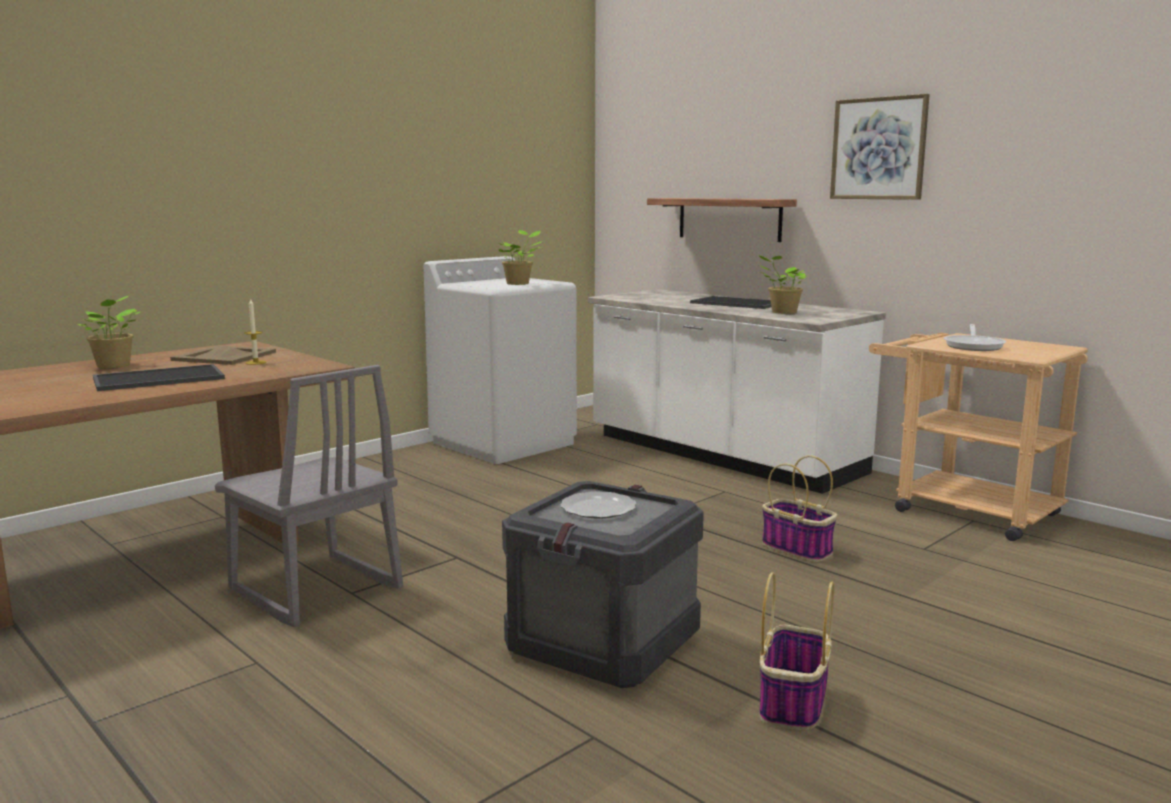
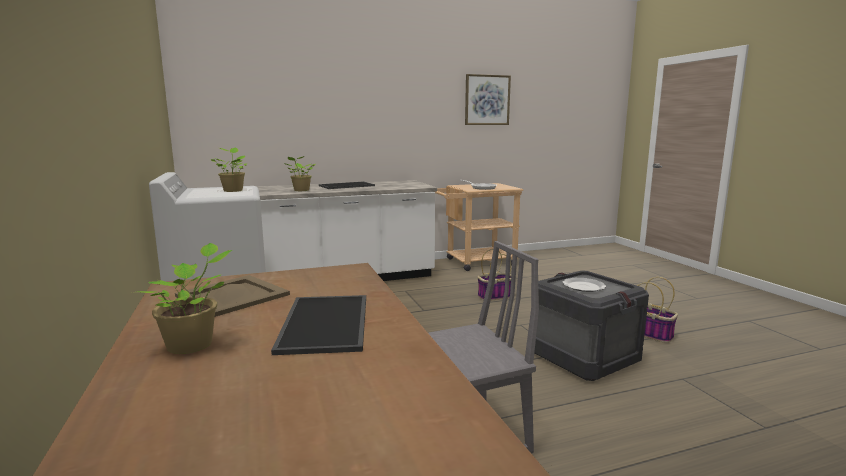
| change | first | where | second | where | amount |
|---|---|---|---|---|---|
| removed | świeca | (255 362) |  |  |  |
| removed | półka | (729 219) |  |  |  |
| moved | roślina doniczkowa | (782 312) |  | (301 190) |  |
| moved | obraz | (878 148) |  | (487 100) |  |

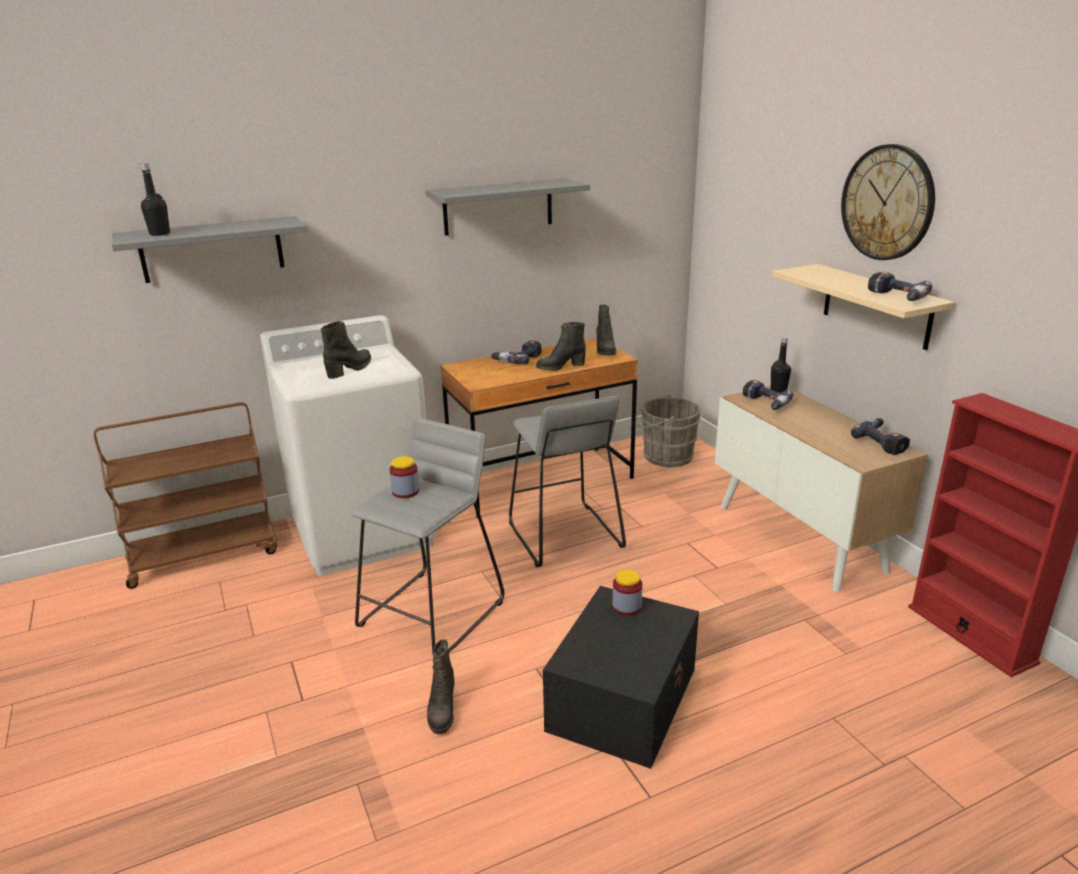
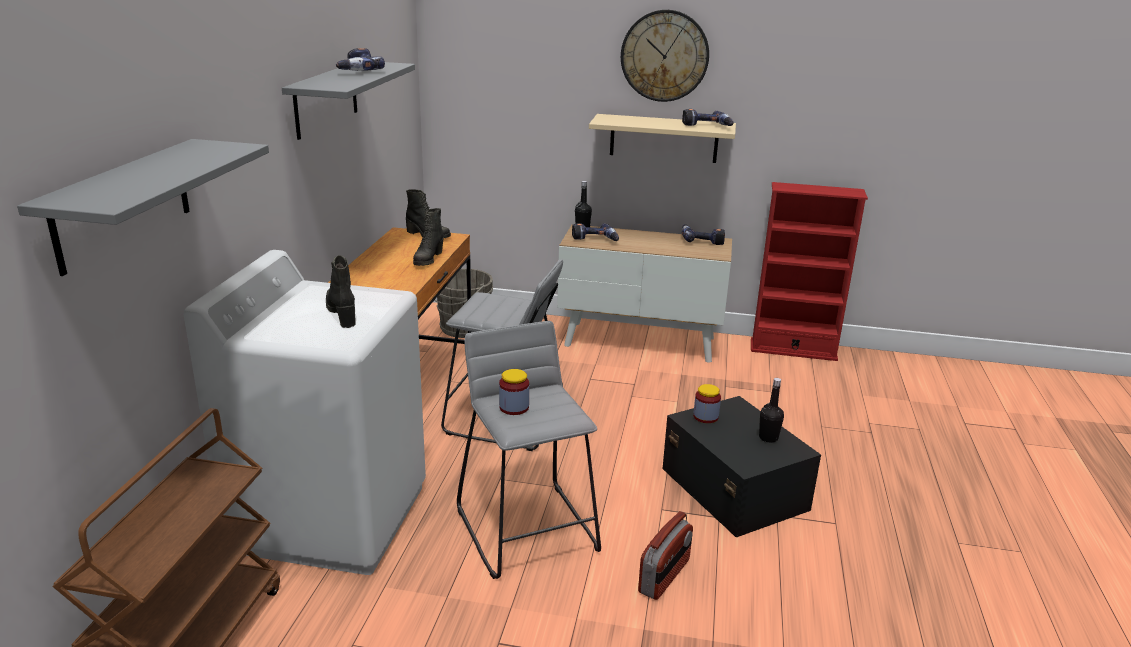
| change | first | where | second | where | amount |
|---|---|---|---|---|---|
| moved | butelka [czarny] | (160 234) |  | (768 438) |  |
| moved | wiertarka | (518 360) |  | (356 70) |  |
| replaced | but z cholewką [czarny] | (442 710) | radio | (664 576) |  |

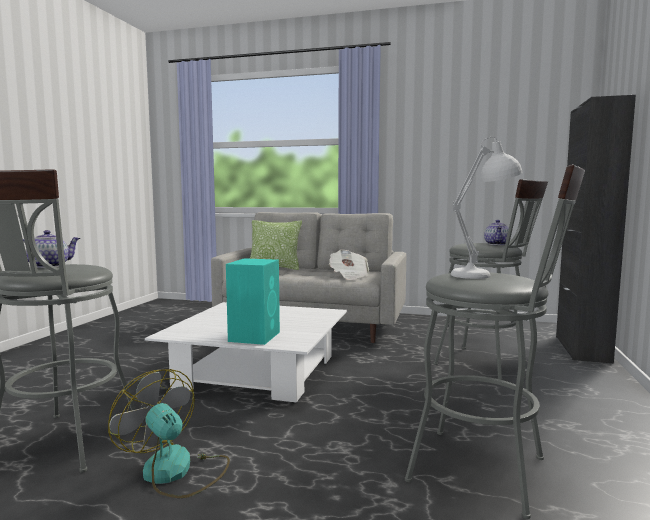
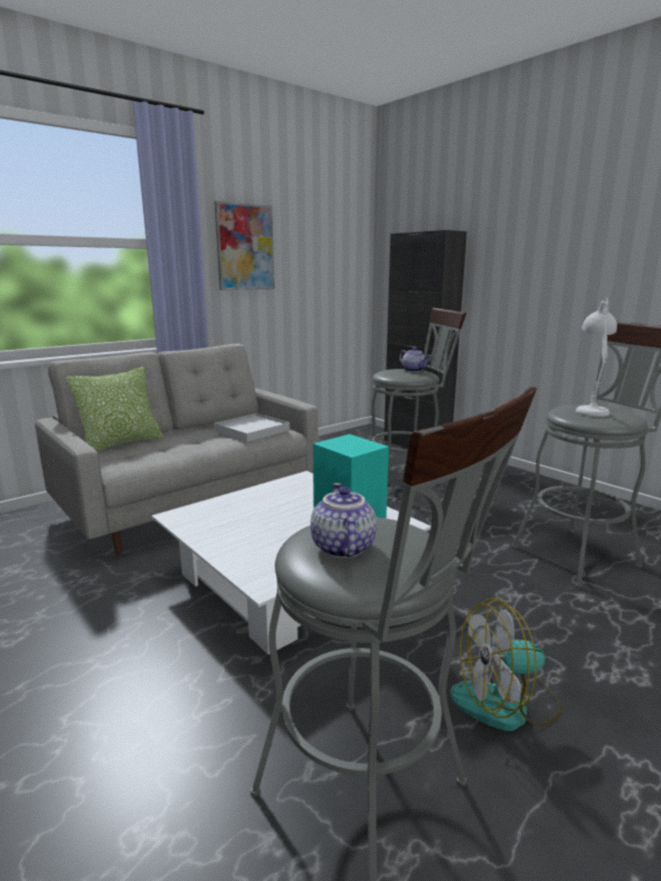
| change | first | where | second | where | amount |
|---|---|---|---|---|---|
| added |  |  | obraz | (245 247) |  |
| replaced | gazeta | (349 276) | taca [biały] | (252 430) |  |

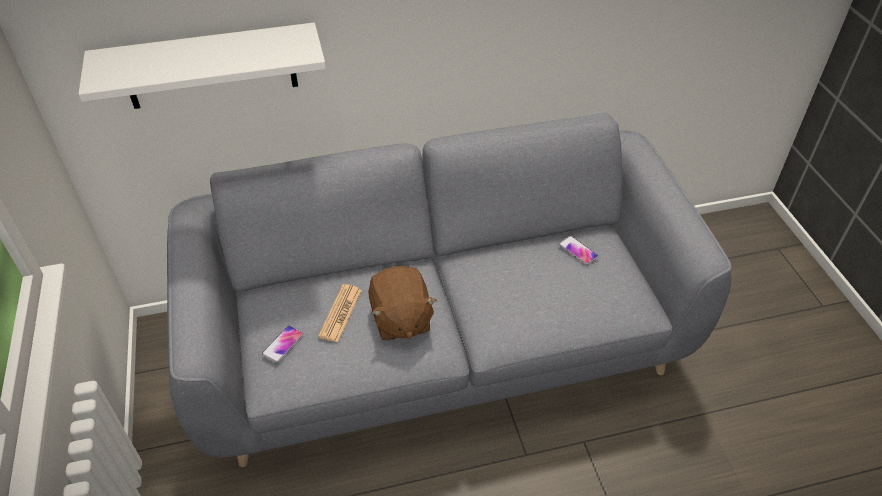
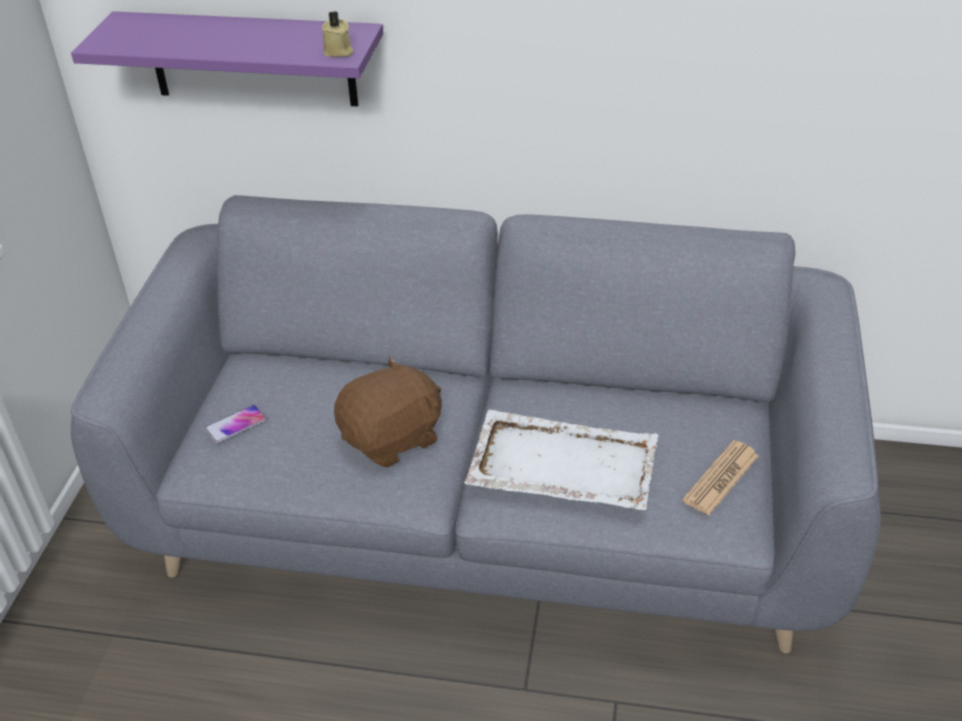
| change | first | where | second | where | amount |
|---|---|---|---|---|---|
| removed | telefon | (578 250) |  |  |  |
| added |  |  | świeca [beżowy] | (338 52) |  |
| added |  |  | taca [biały] | (561 464) |  |
| moved | gazeta | (340 313) |  | (721 478) |  |
| recoloured | półka [biały] | (210 67) | półka [fioletowy] | (252 59) |  |
| turned | pluszak [brązowy] | (400 319) |  | (393 438) | 135 degrees counterclockwise |

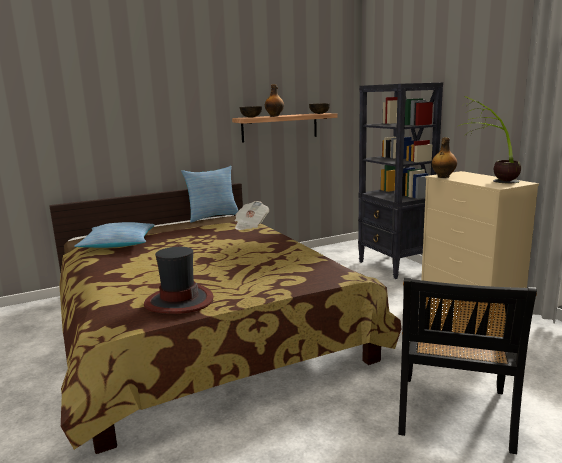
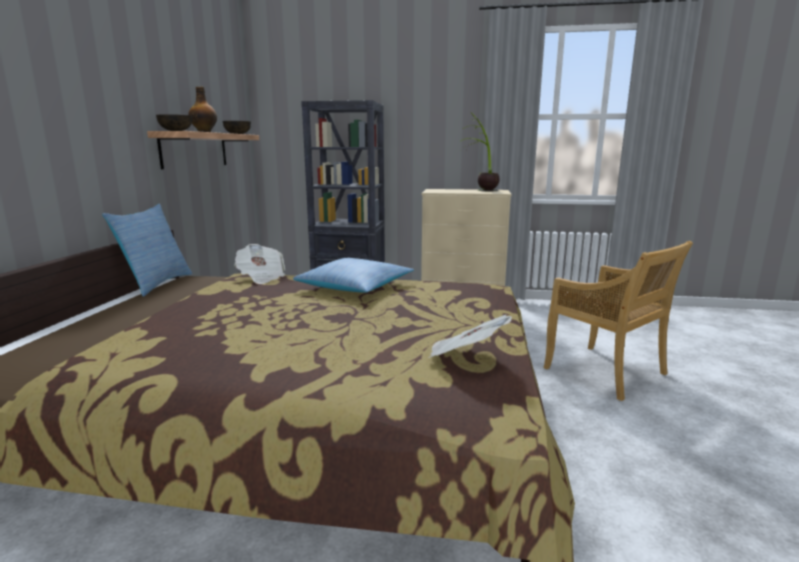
| change | first | where | second | where | amount |
|---|---|---|---|---|---|
| removed | butelka | (443 177) |  |  |  |
| moved | poduszka | (118 244) |  | (355 286) |  |
| replaced | kapelusz | (178 301) | gazeta | (465 356) |  |
| recoloured | krzesło [czarny] | (454 414) | krzesło [beżowy] | (606 372) |  |

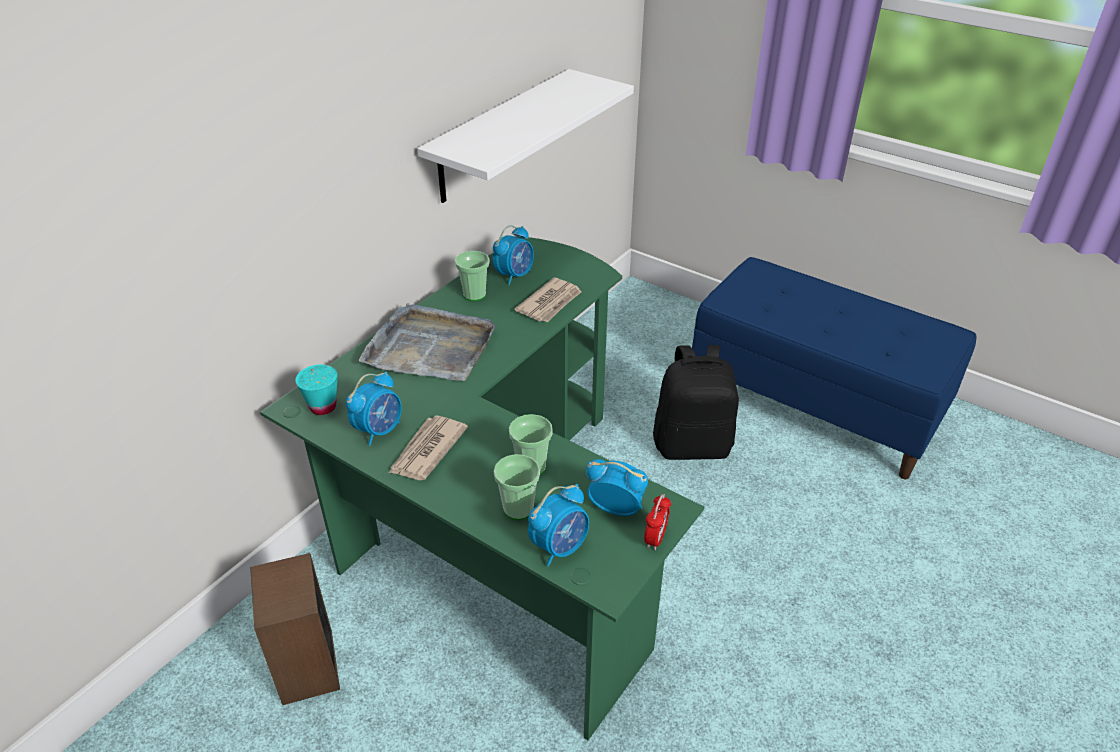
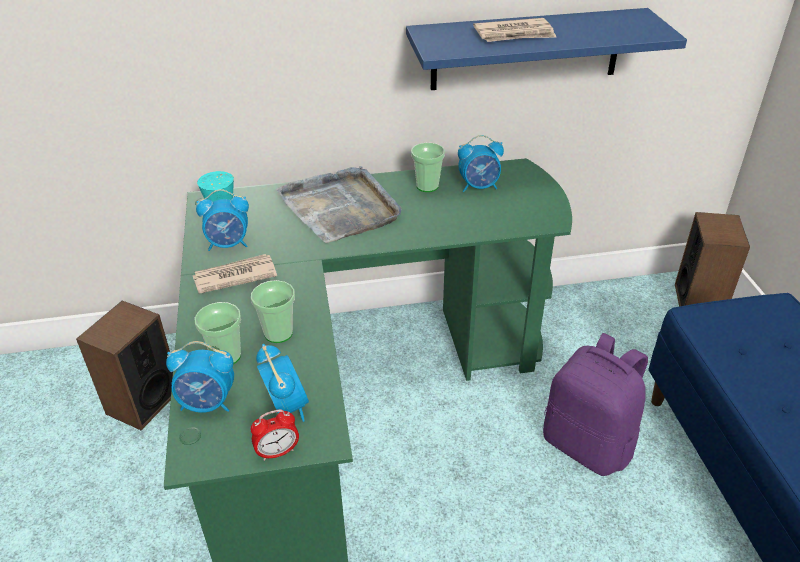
| change | first | where | second | where | amount |
|---|---|---|---|---|---|
| added |  |  | głośnik | (698 302) |  |
| moved | gazeta | (550 303) |  | (515 34) |  |
| recoloured | półka [biały] | (500 136) | półka [niebieski] | (526 49) |  |
| recoloured | plecak [czarny] | (692 444) | plecak [fioletowy] | (588 444) |  |

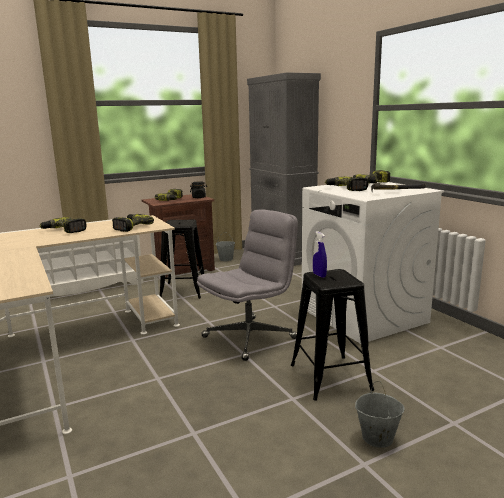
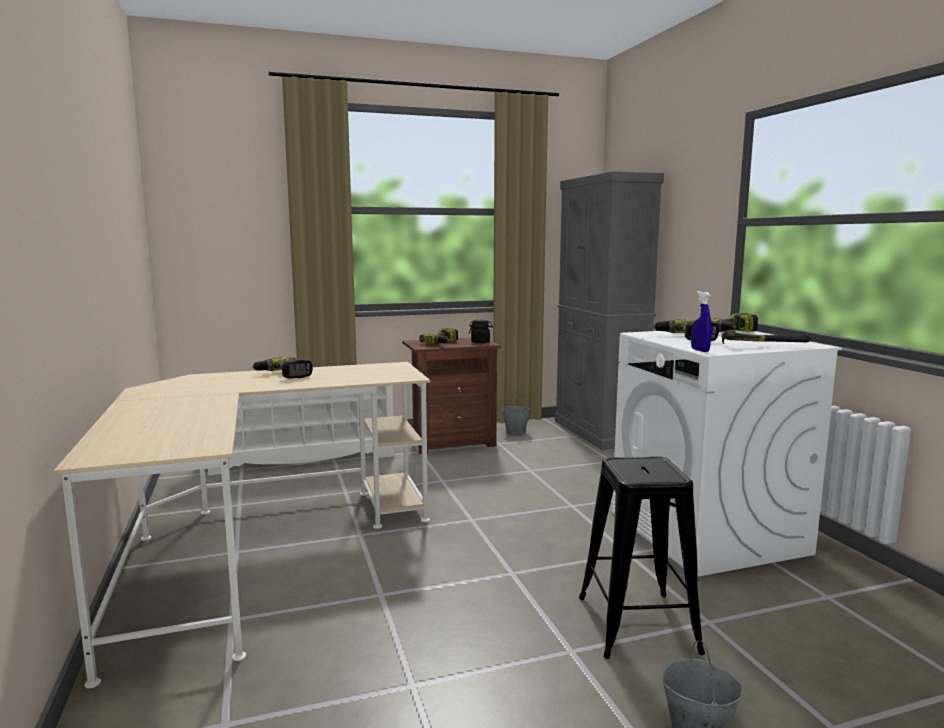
| change | first | where | second | where | amount |
|---|---|---|---|---|---|
| removed | wiertarka | (131 227) |  |  |  |
| removed | stołek [czarny] | (183 290) |  |  |  |
| removed | krzesło biurowe [szary] | (250 337) |  |  |  |
| moved | spryskiwacz [niebieski] | (319 275) |  | (700 350) |  |

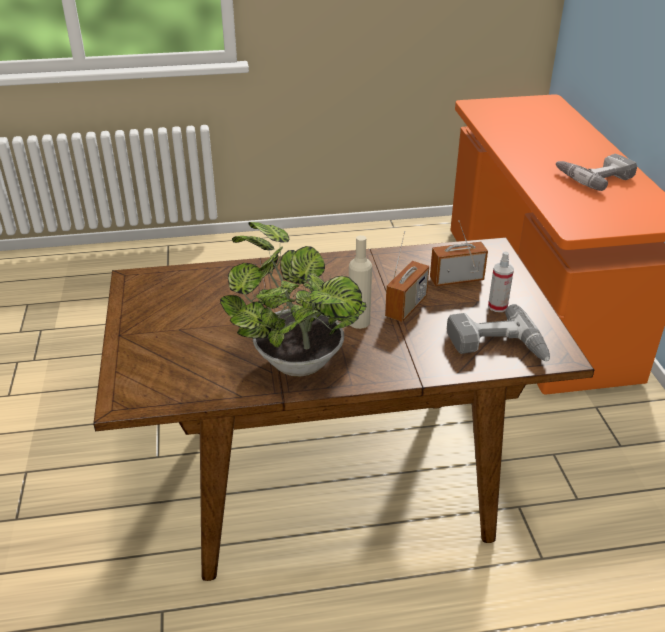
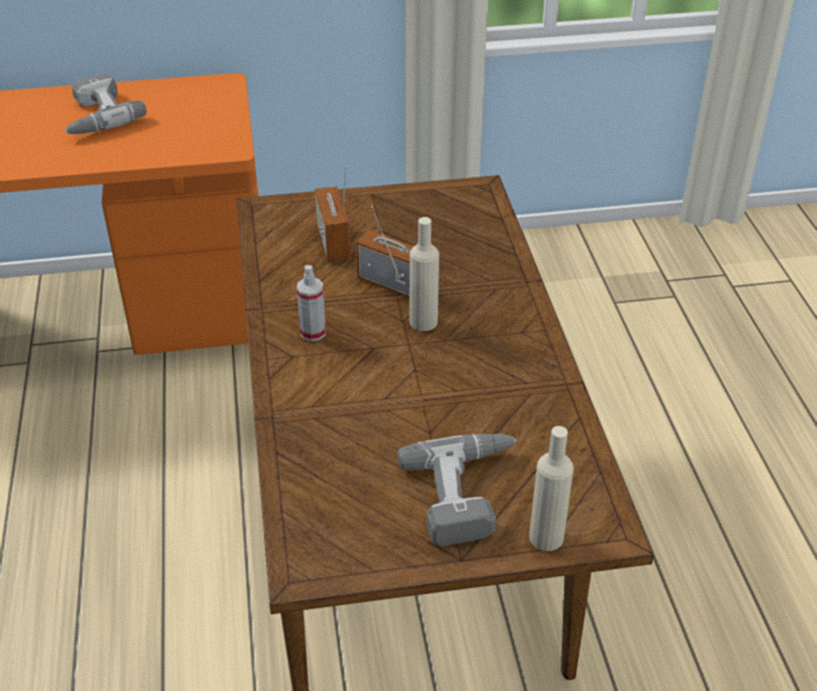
| change | first | where | second | where | amount |
|---|---|---|---|---|---|
| removed | roślina doniczkowa | (294 359) |  |  |  |
| added |  |  | butelka [beżowy] | (546 537) |  |
| moved | wiertarka | (497 347) |  | (468 493) |  |
| moved | spryskiwacz | (497 306) |  | (313 332) |  |

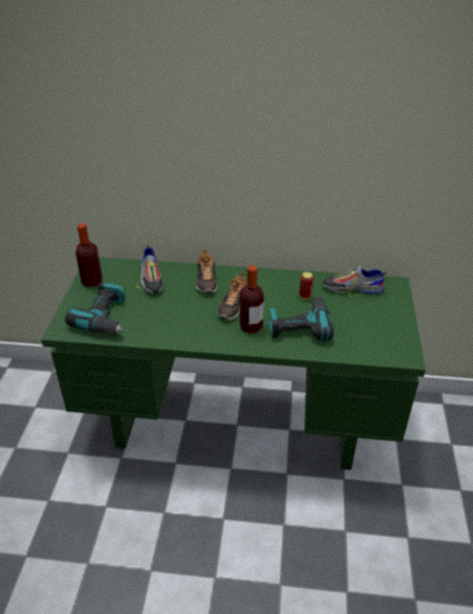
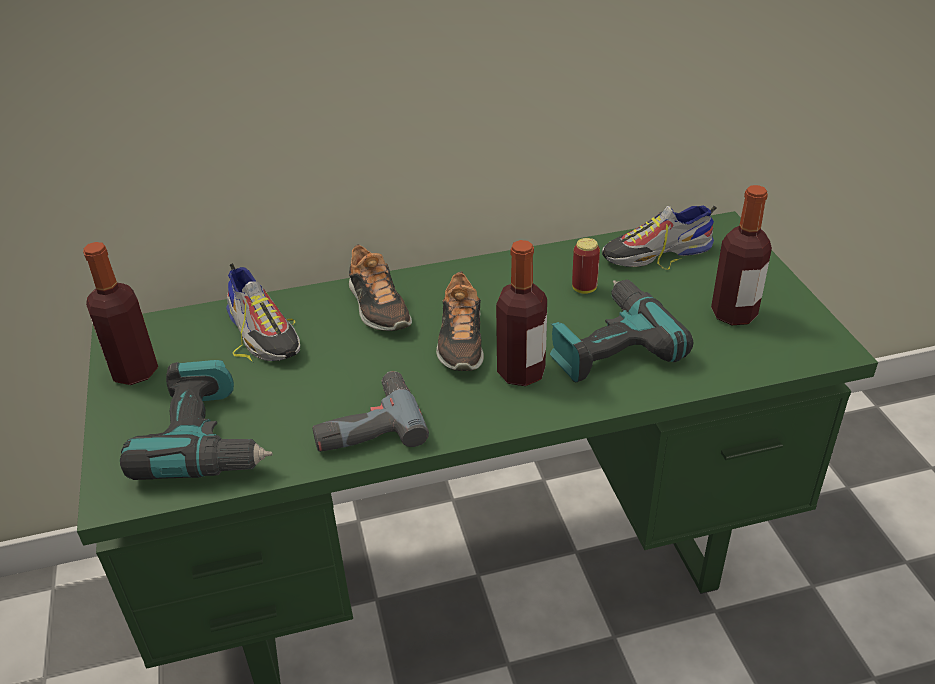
| change | first | where | second | where | amount |
|---|---|---|---|---|---|
| added |  |  | wiertarka | (366 423) |  |
| added |  |  | butelka | (733 314) |  |

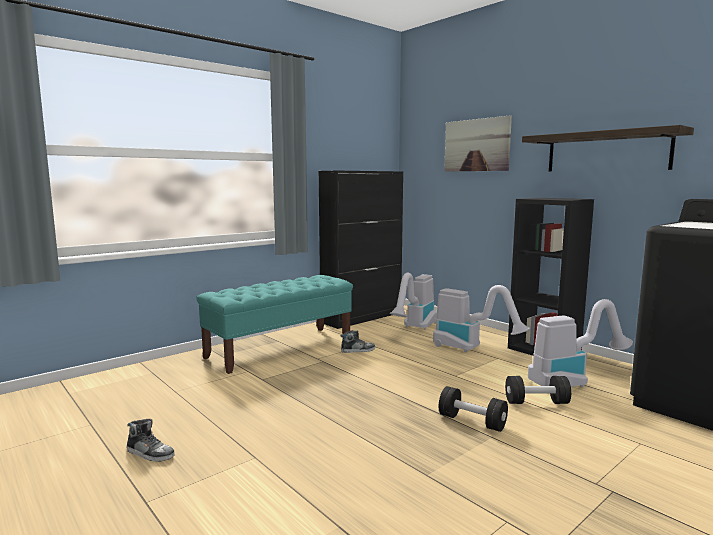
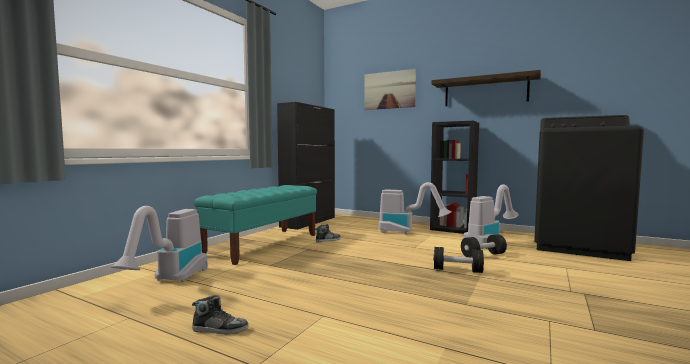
| change | first | where | second | where | amount |
|---|---|---|---|---|---|
| moved | odkurzacz | (415 328) |  | (170 282) |  |

